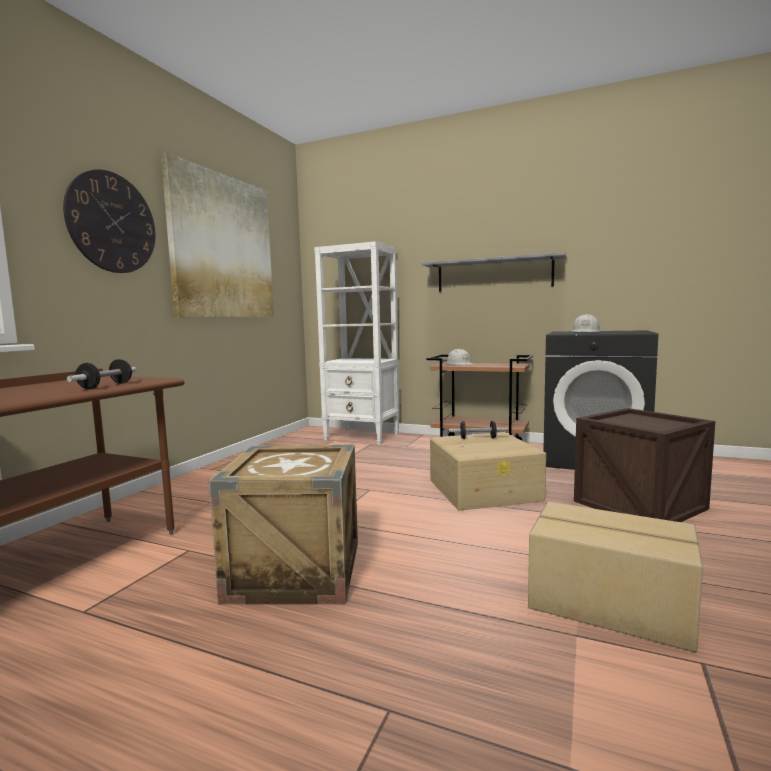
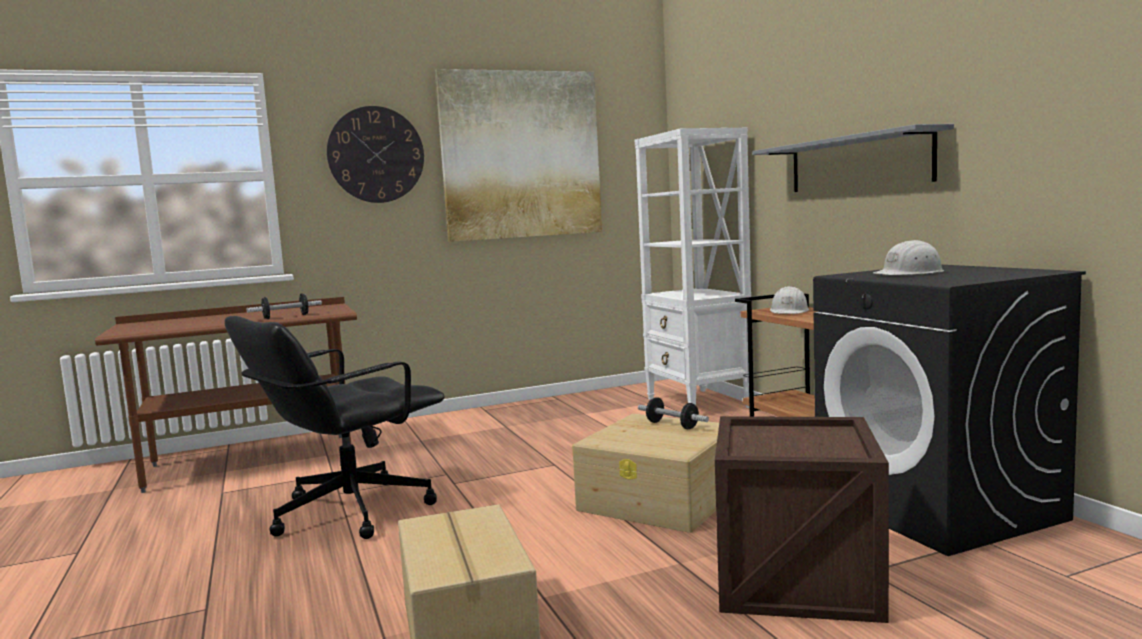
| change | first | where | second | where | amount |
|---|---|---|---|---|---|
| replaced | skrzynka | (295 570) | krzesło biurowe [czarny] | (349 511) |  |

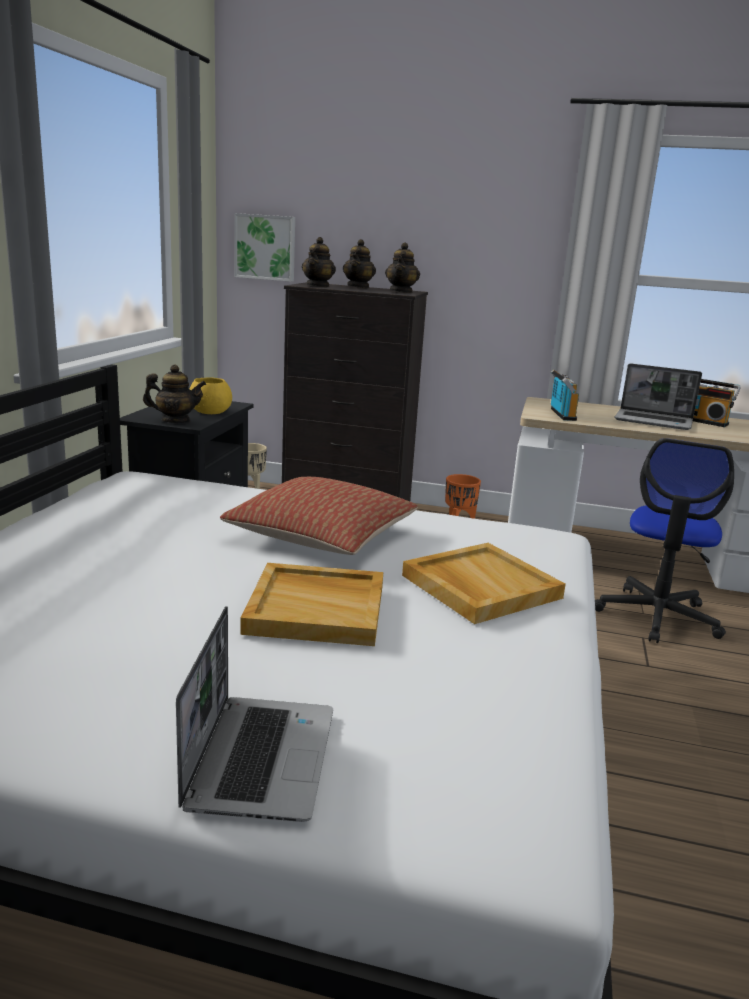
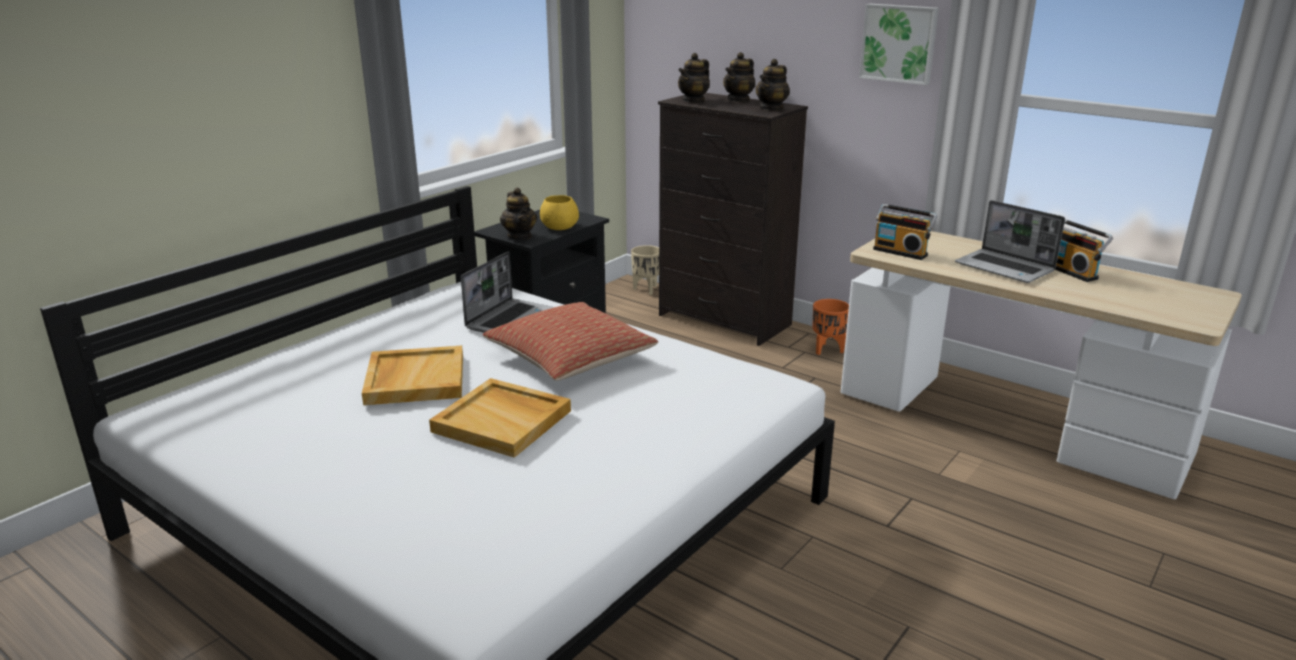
| change | first | where | second | where | amount |
|---|---|---|---|---|---|
| removed | krzesło biurowe | (657 616) |  |  |  |
| moved | laptop | (260 757) |  | (510 319) |  |
| moved | obraz | (265 247) |  | (899 43) |  |
| moved | taca [beżowy] | (479 586) |  | (414 379) |  |
| turned | imbryk | (175 421) |  | (520 236) | 45 degrees clockwise |
| turned | radio | (560 414) |  | (901 252) | 105 degrees clockwise |

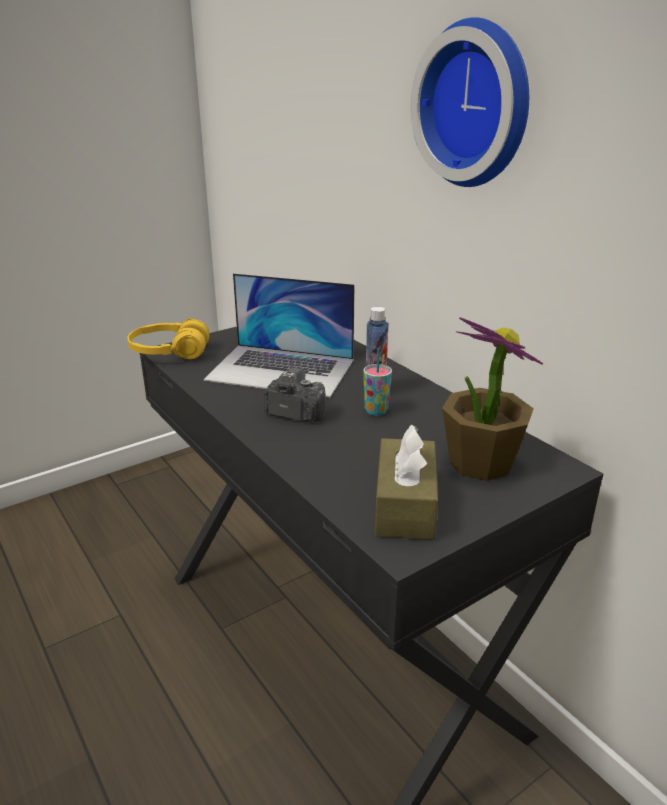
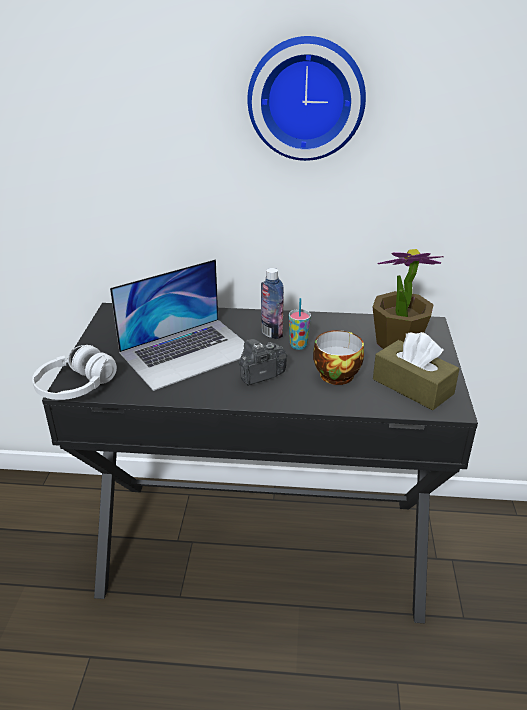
| change | first | where | second | where | amount |
|---|---|---|---|---|---|
| added |  |  | filiżanka | (334 373) |  |
| recoloured | słuchawki [żółty] | (169 353) | słuchawki [biały] | (76 387) |  |

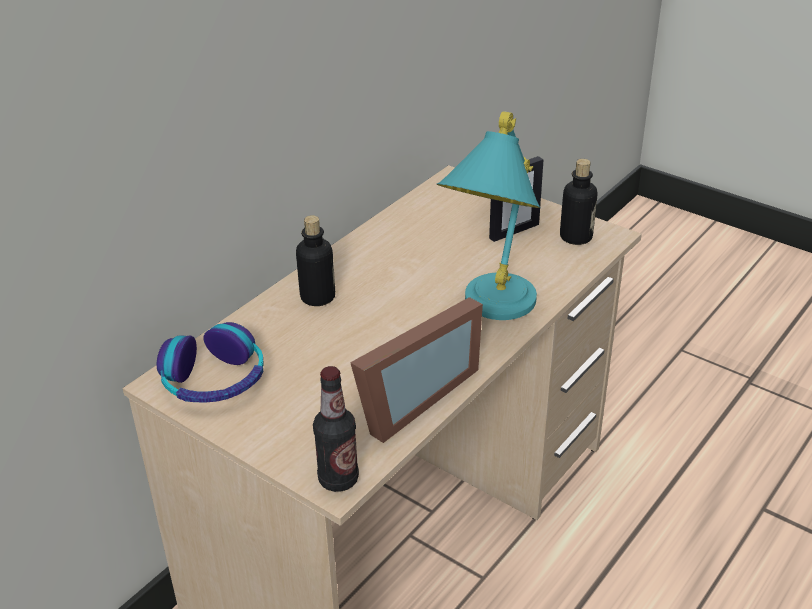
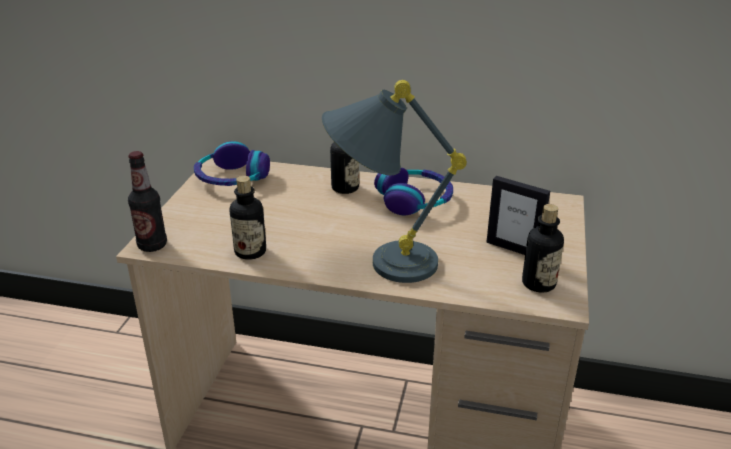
| change | first | where | second | where | amount |
|---|---|---|---|---|---|
| added |  |  | słuchawki | (414 200) |  |
| replaced | ramka na zdjęcie | (409 398) | butelka | (250 251) |  |
| recoloured | lampa stołowa [turkusowy] | (489 313) | lampa stołowa [szary] | (380 263) |  |

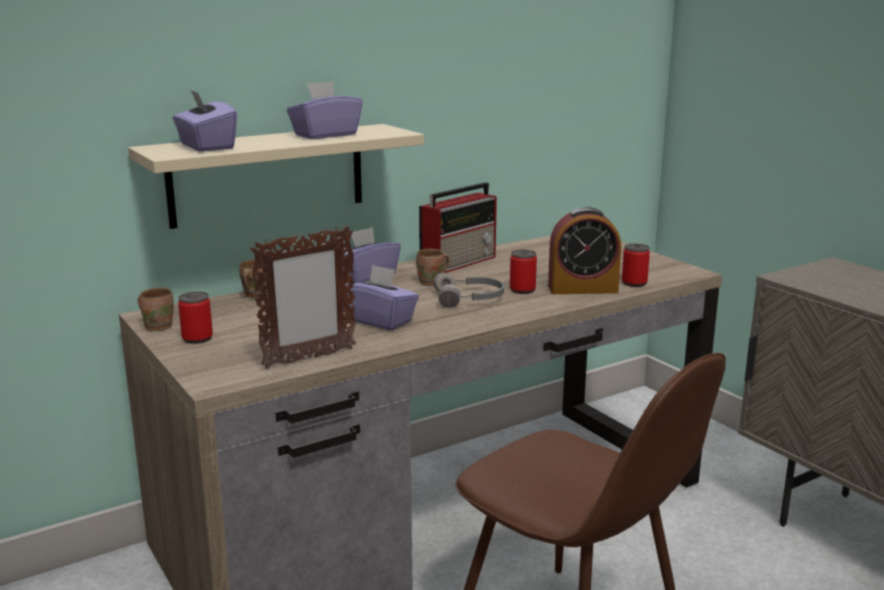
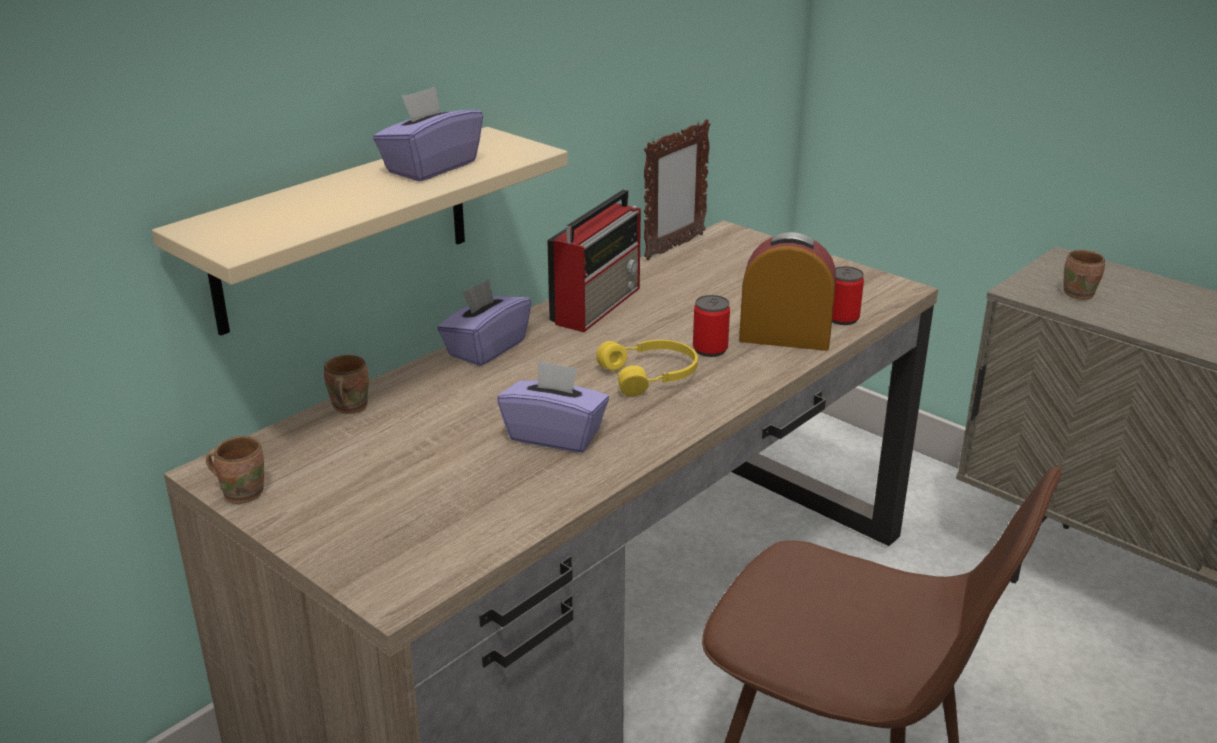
| change | first | where | second | where | amount |
|---|---|---|---|---|---|
| removed | pudełko chusteczek [fioletowy] | (206 147) |  |  |  |
| removed | puszka | (197 338) |  |  |  |
| moved | ramka na zdjęcie | (309 358) |  | (674 247) |  |
| moved | kubek [brązowy] | (432 283) |  | (1081 294) |  |
| recoloured | słuchawki [szary] | (469 299) | słuchawki [żółty] | (651 376) |  |
| turned | budzik | (582 289) |  | (785 337) | 150 degrees counterclockwise |

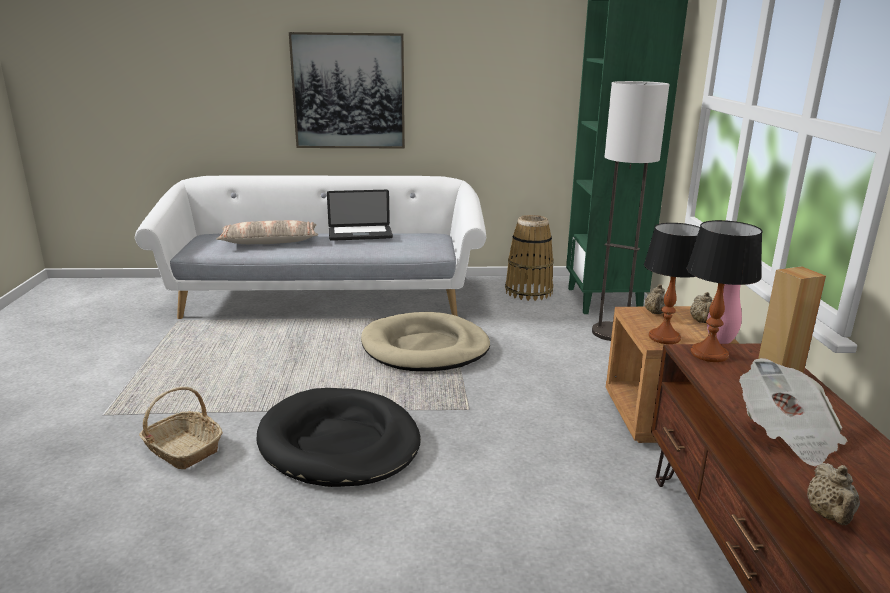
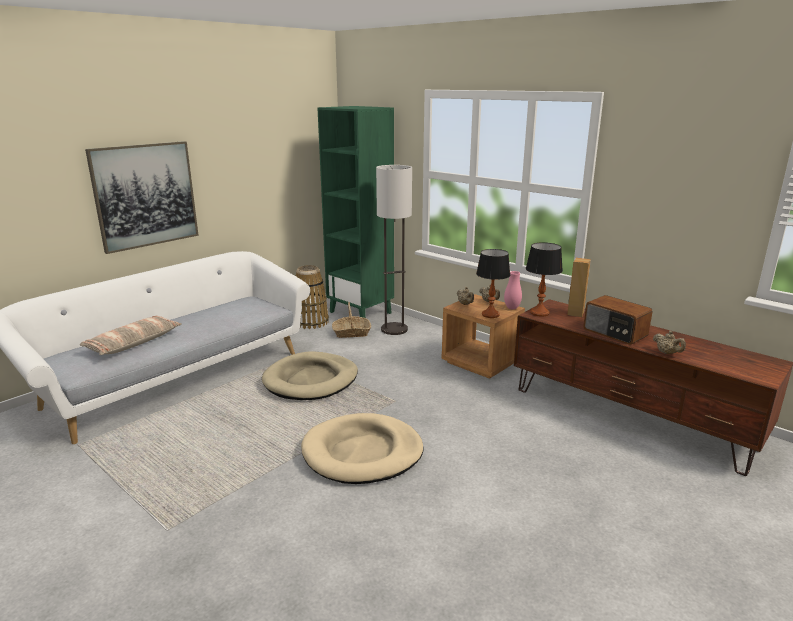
| change | first | where | second | where | amount |
|---|---|---|---|---|---|
| removed | laptop | (360 234) |  |  |  |
| moved | koszyk | (182 449) |  | (351 333) |  |
| replaced | gazeta | (786 435) | radio | (614 333) |  |
| recoloured | legowisko [czarny] | (339 443) | legowisko [beżowy] | (362 453) |  |

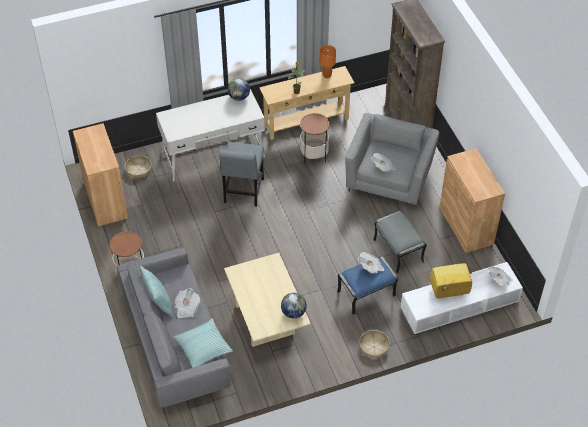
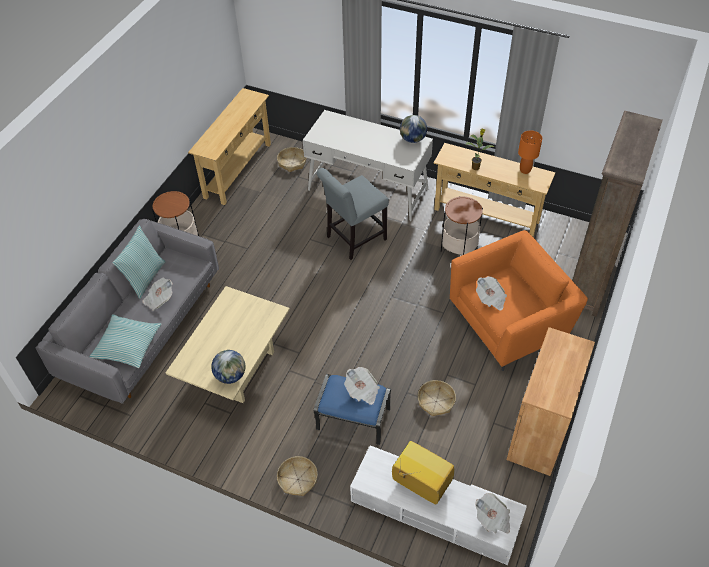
| change | first | where | second | where | amount |
|---|---|---|---|---|---|
| replaced | szafka [brązowy] | (105 200) | stolik konsolowy [beżowy] | (237 170) |  |
| replaced | pufa [szary] | (398 251) | koszyk | (436 401) |  |
| recoloured | fotel [szary] | (389 179) | fotel [pomarańczowy] | (510 323) |  |

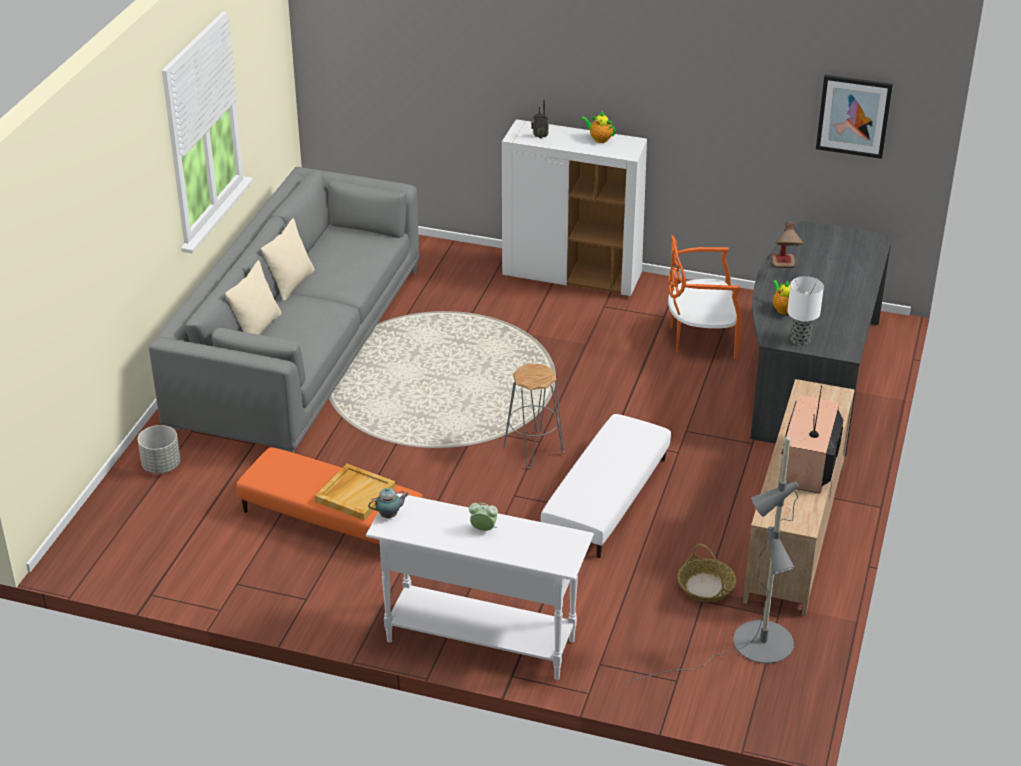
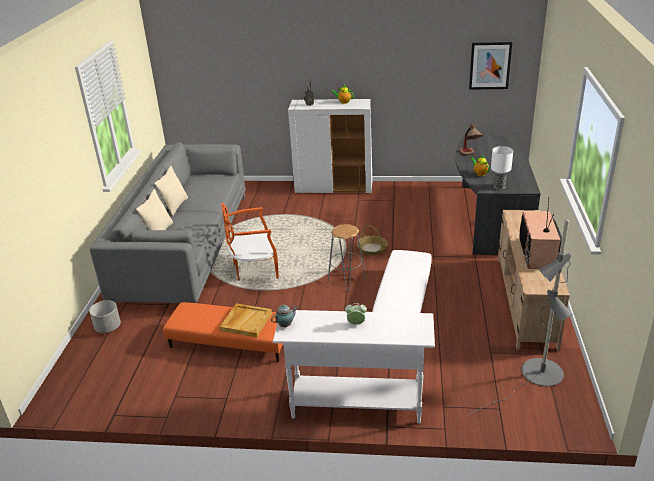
| change | first | where | second | where | amount |
|---|---|---|---|---|---|
| moved | krzesło [pomarańczowy] | (700 339) |  | (254 269) |  |
| moved | koszyk | (706 587) |  | (372 249) |  |

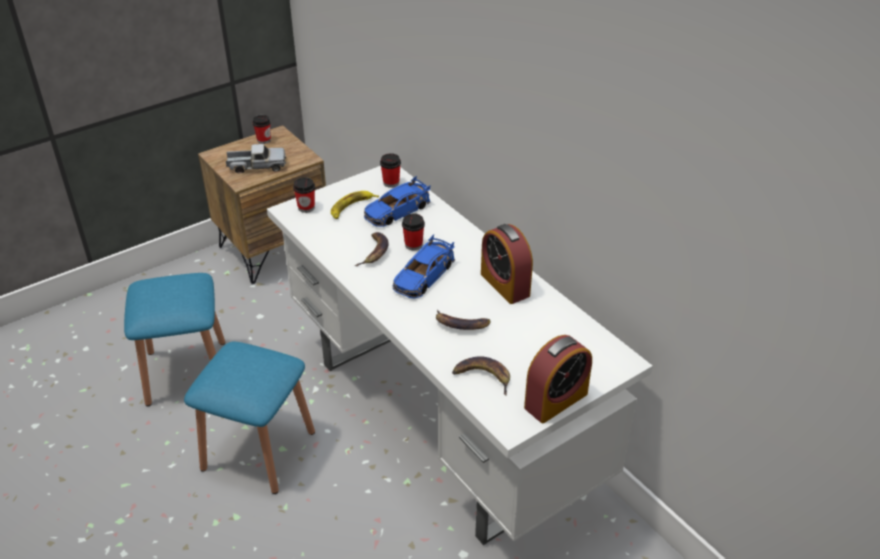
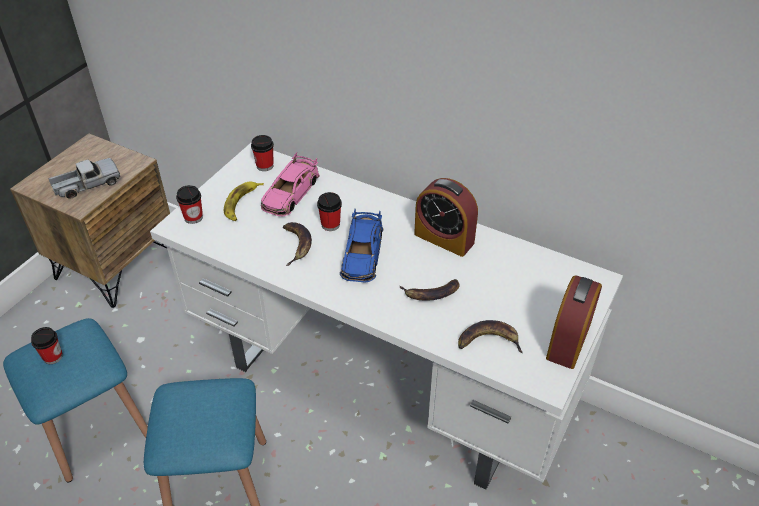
| change | first | where | second | where | amount |
|---|---|---|---|---|---|
| moved | filiżanka | (264 140) |  | (53 356) |  |
| recoloured | samochodzik [niebieski] | (397 211) | samochodzik [różowy] | (290 193) |  |

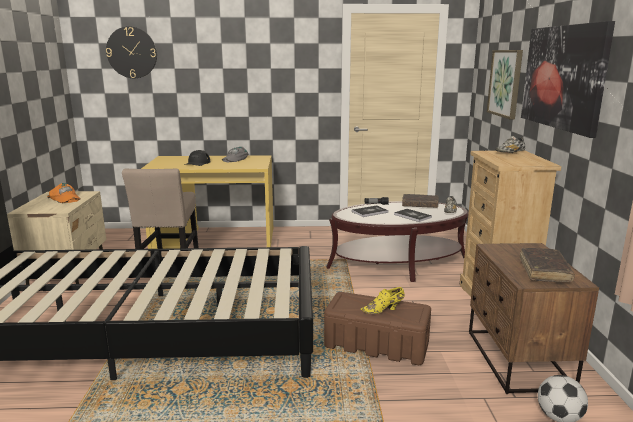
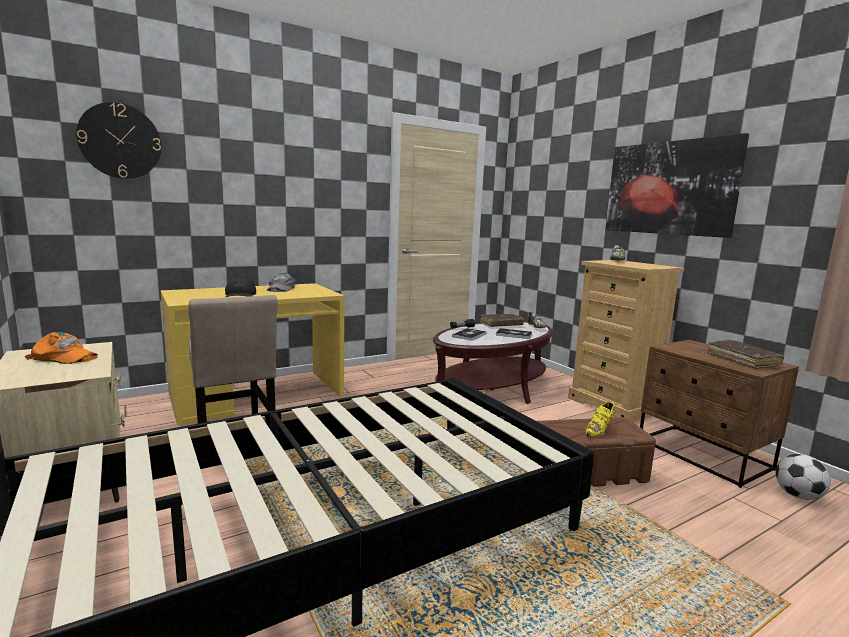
| change | first | where | second | where | amount |
|---|---|---|---|---|---|
| removed | obraz | (505 83) |  |  |  |

